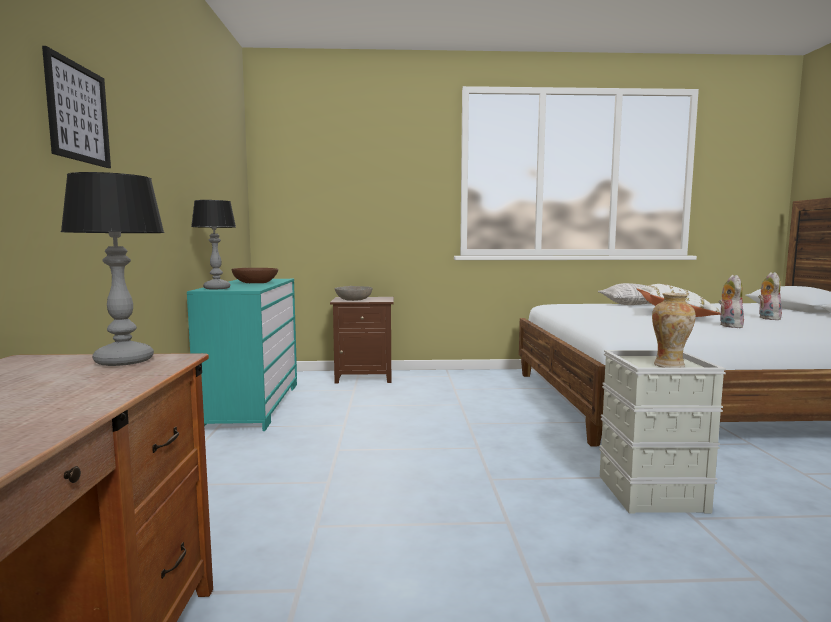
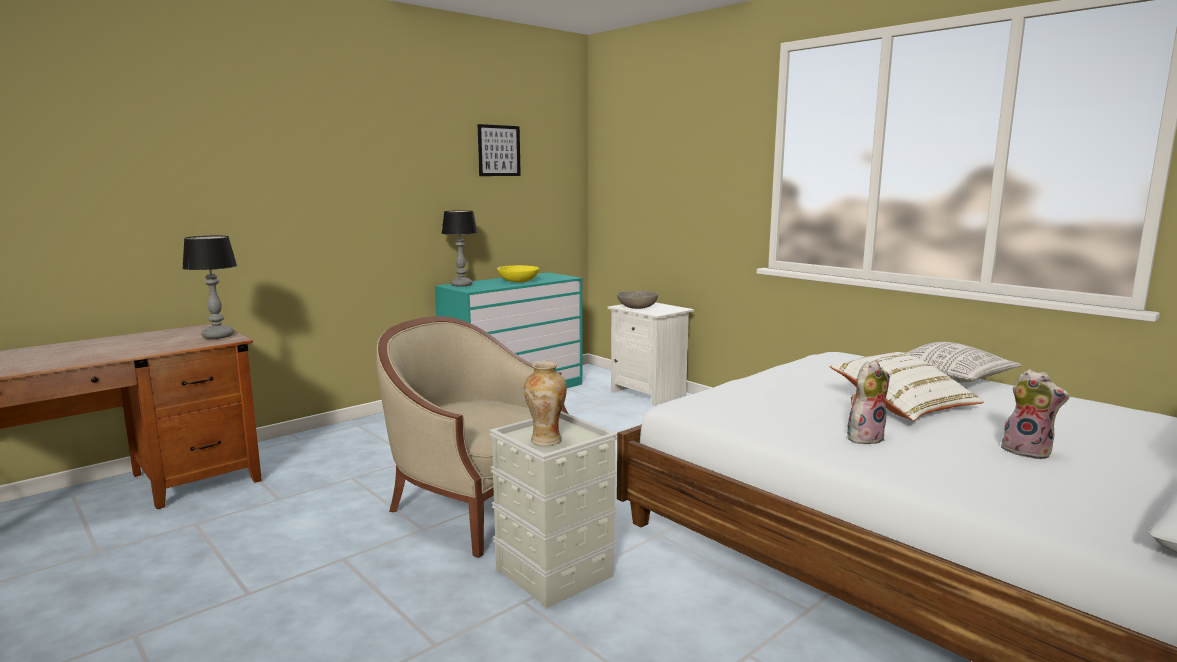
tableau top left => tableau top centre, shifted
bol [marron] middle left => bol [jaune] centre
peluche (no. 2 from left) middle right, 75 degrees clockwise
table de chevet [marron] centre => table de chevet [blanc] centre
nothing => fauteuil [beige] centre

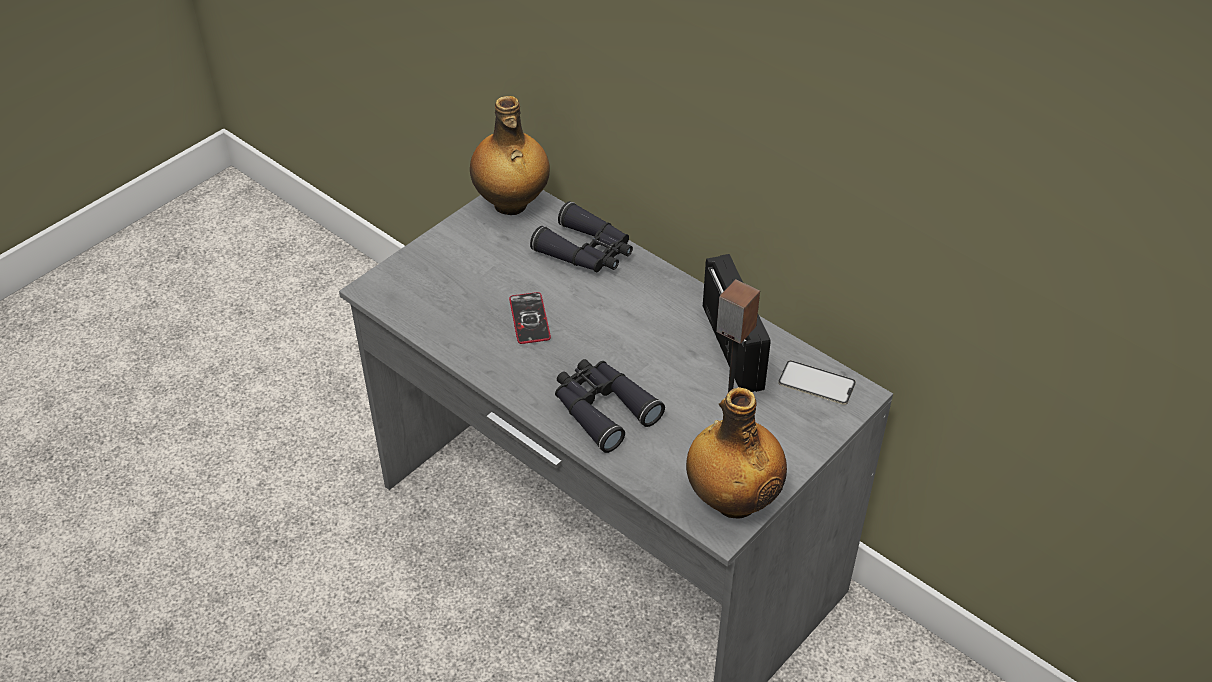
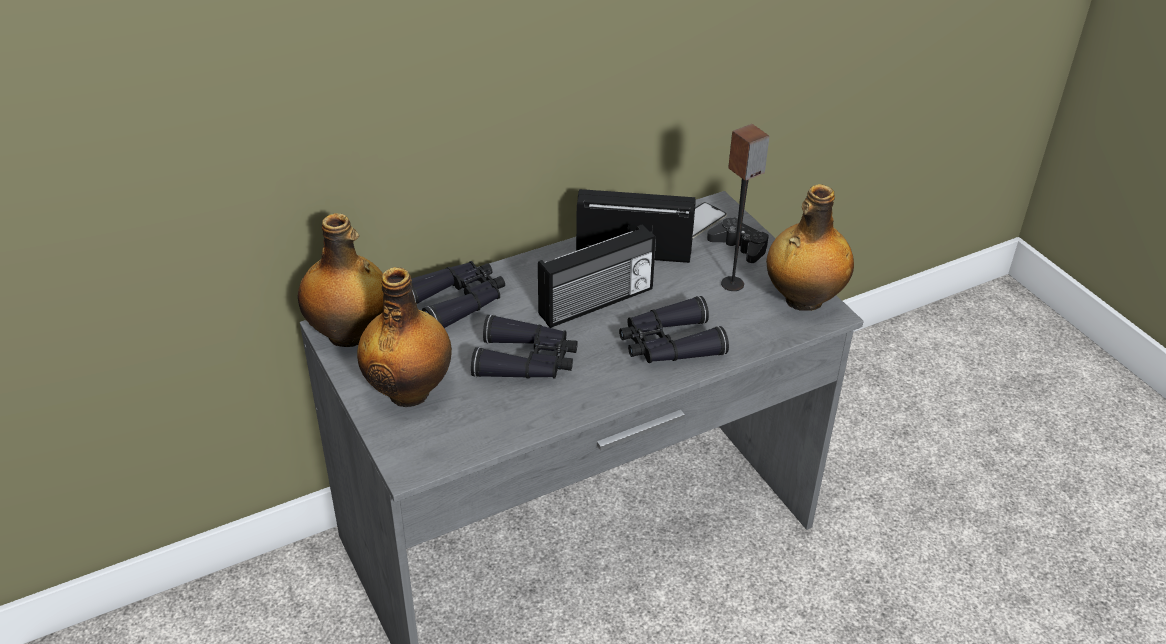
téléphone (no. 1 from left) centre => jumelles [noir] (no. 2 from left) centre
nothing => manette [noir] centre
nothing => radio (no. 1 from left) centre
nothing => bouteille (no. 2 from left) centre

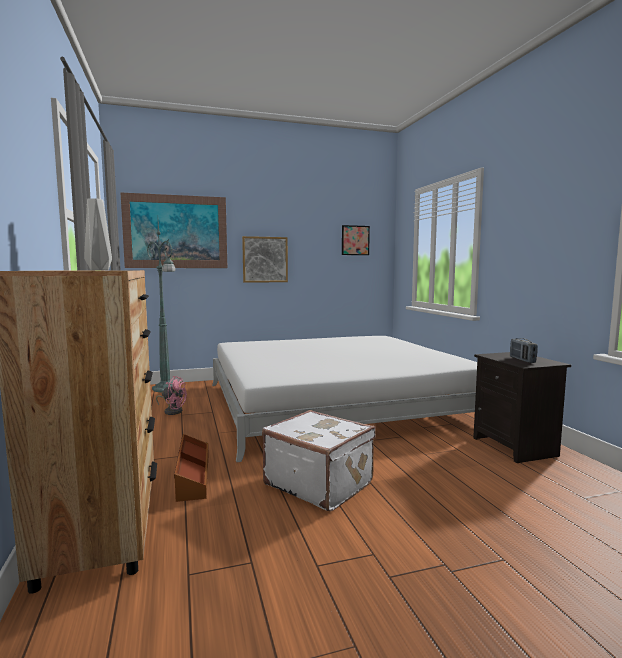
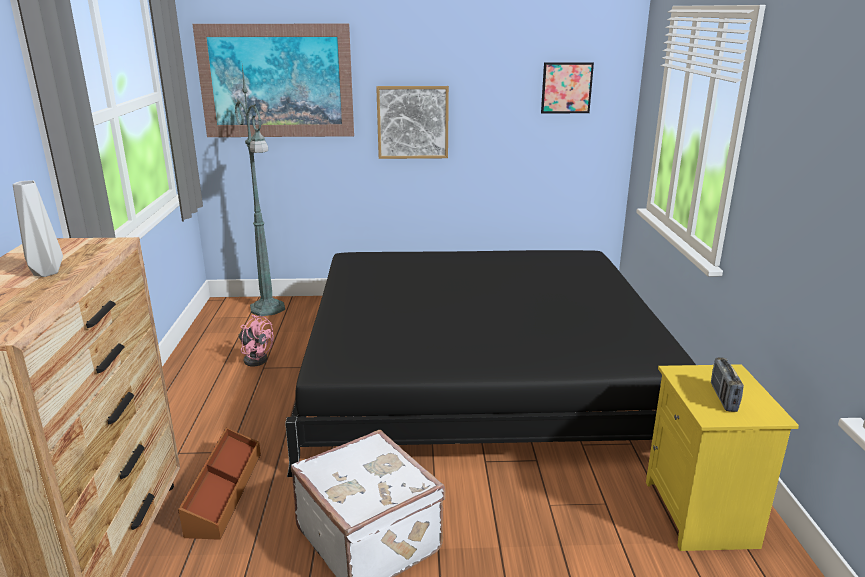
lit [blanc] centre => lit [noir] centre
table de chevet [noir] middle right => table de chevet [jaune] bottom right

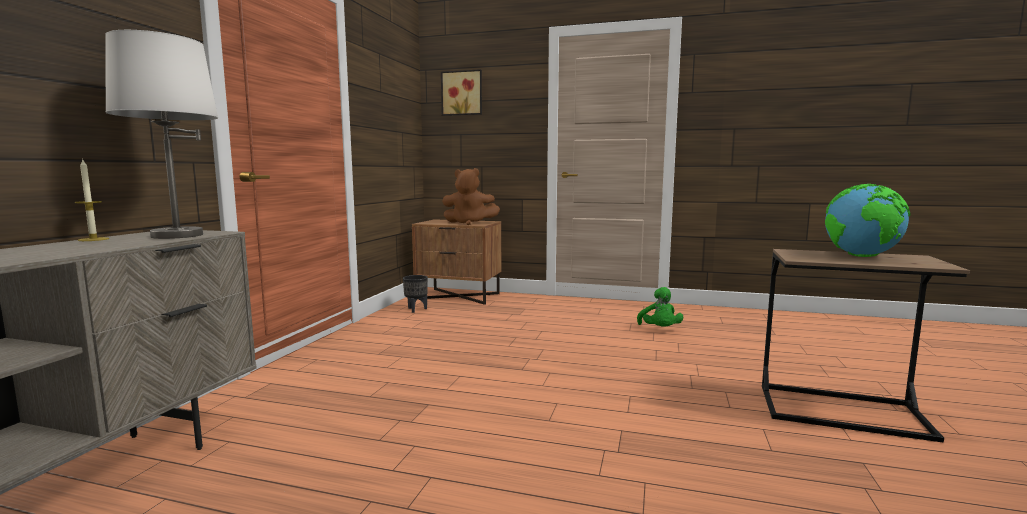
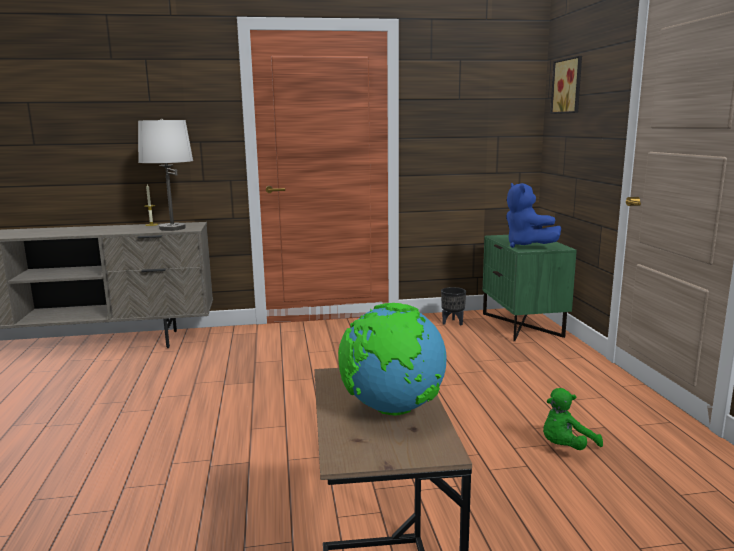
peluche [marron] centre => peluche [bleu] middle right
table de chevet [marron] centre => table de chevet [vert] middle right

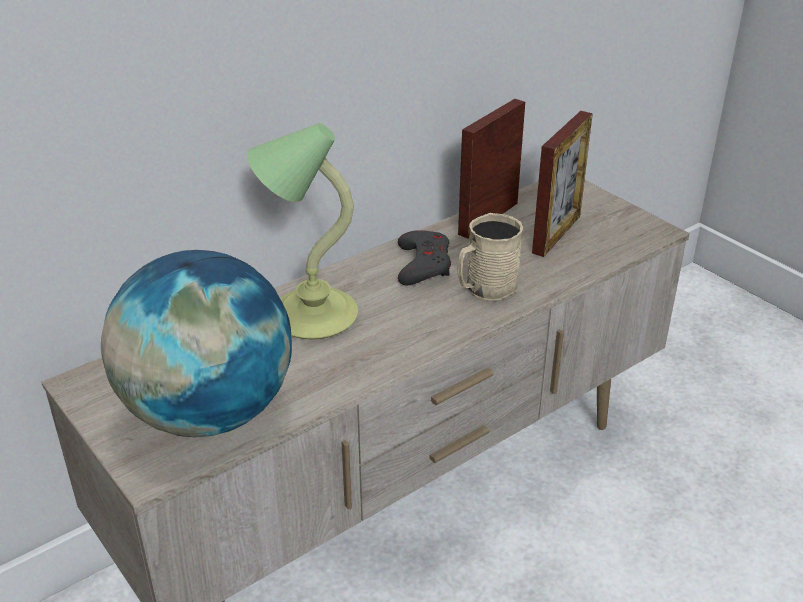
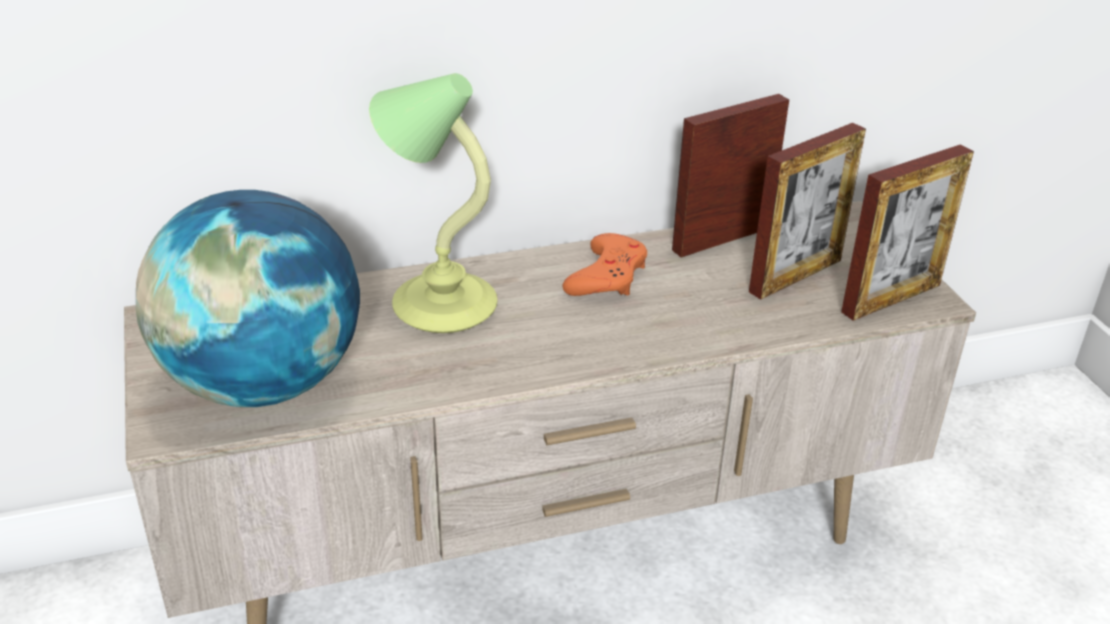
mug [beige] centre => nothing
manette [gris] centre => manette [orange] centre
nothing => cadre photo (no. 3 from left) middle right

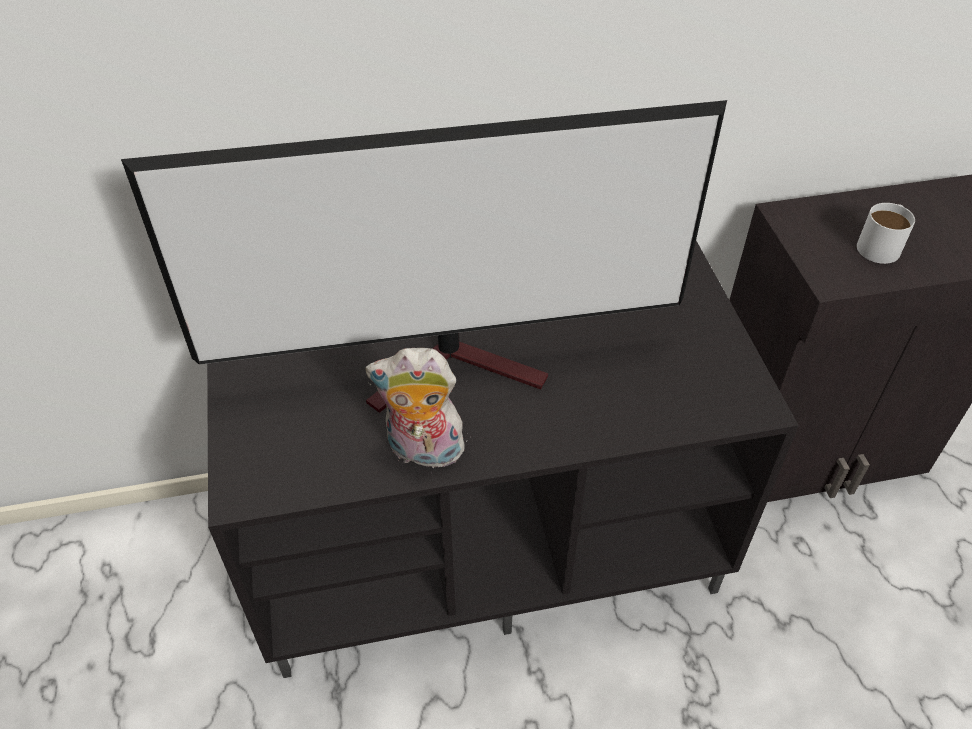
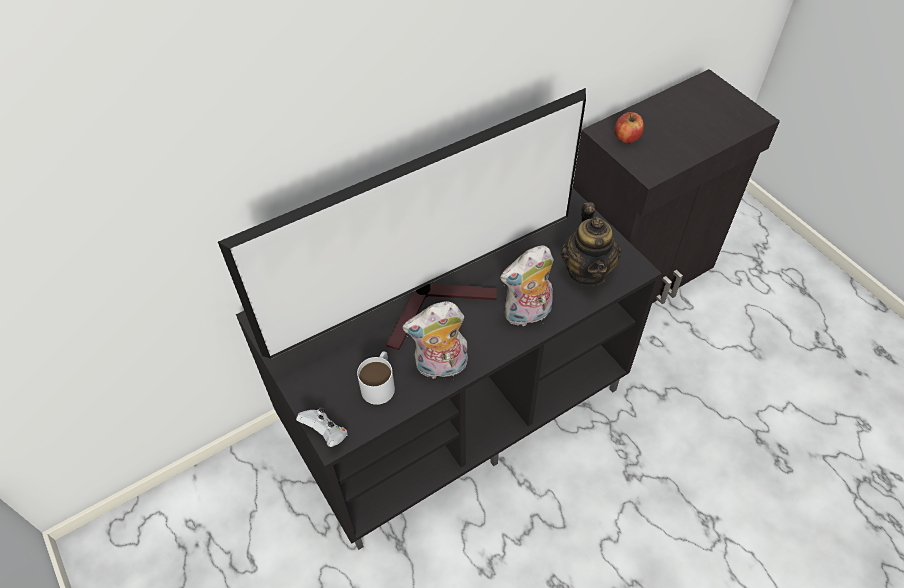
mug [blanc] top right => mug [blanc] centre, shifted
nothing => pomme top right
nothing => théière centre
nothing => peluche (no. 2 from left) centre
nothing => manette [blanc] bottom centre

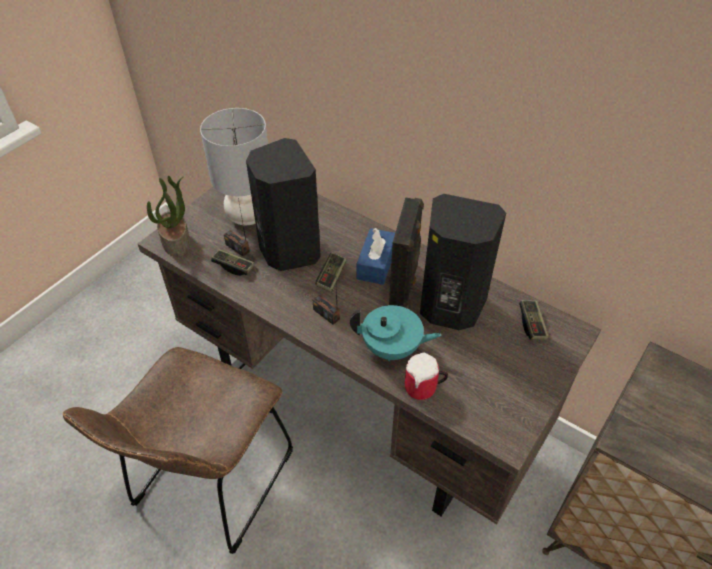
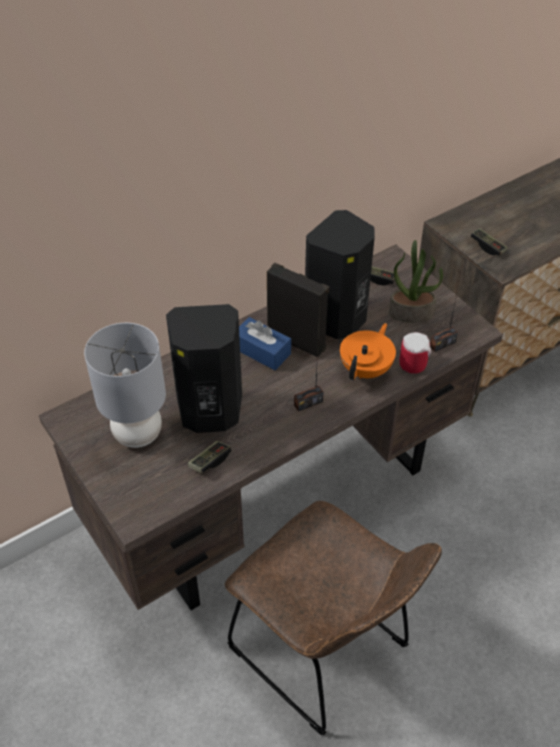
plante en pot middle left => plante en pot middle right, shifted
radio (no. 1 from left in the first image) middle left => radio (no. 2 from left) middle right, shifted
manette (no. 2 from left in the first image) centre => manette (no. 3 from left) top right, shifted
théière [turquoise] centre => théière [orange] centre

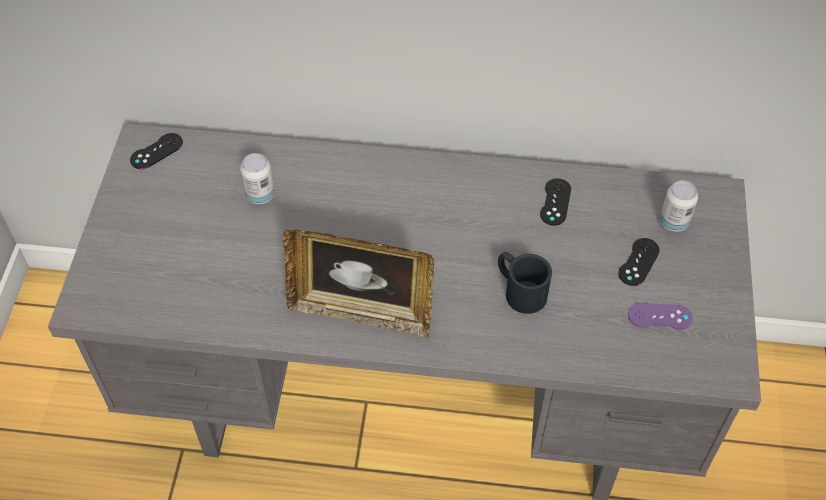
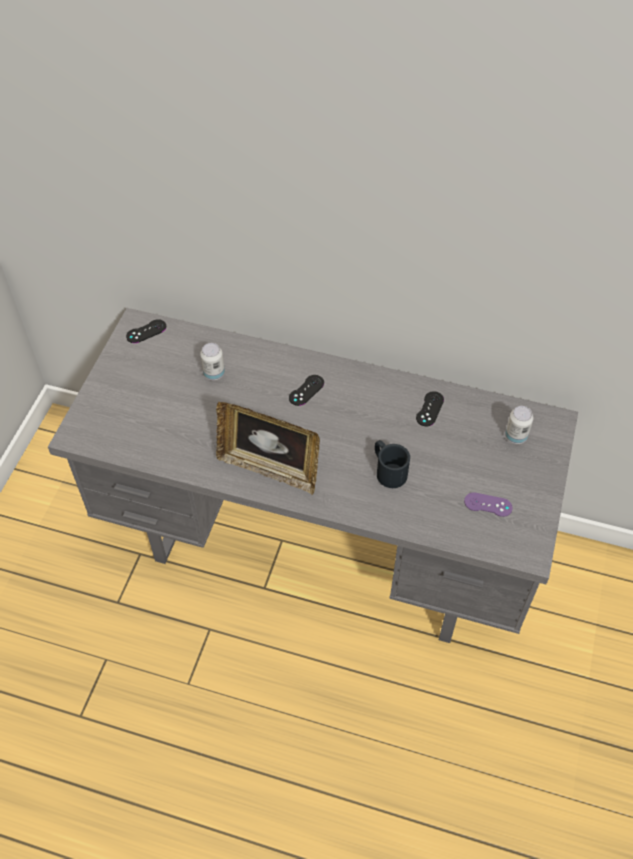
manette [noir] (no. 3 from left in the first image) middle right => manette [noir] (no. 2 from left) centre, shifted

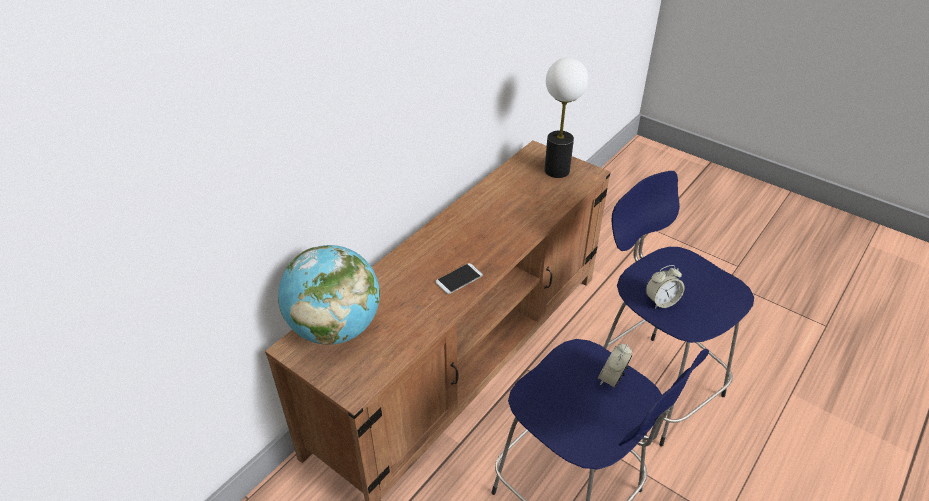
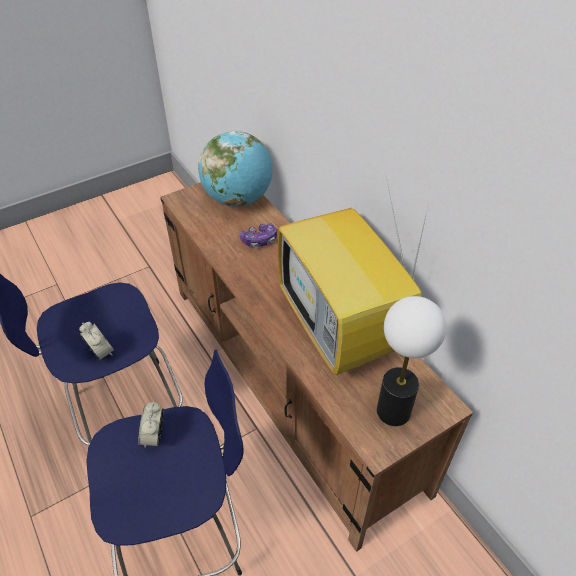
téléphone centre => nothing
nothing => téléviseur centre
nothing => manette centre

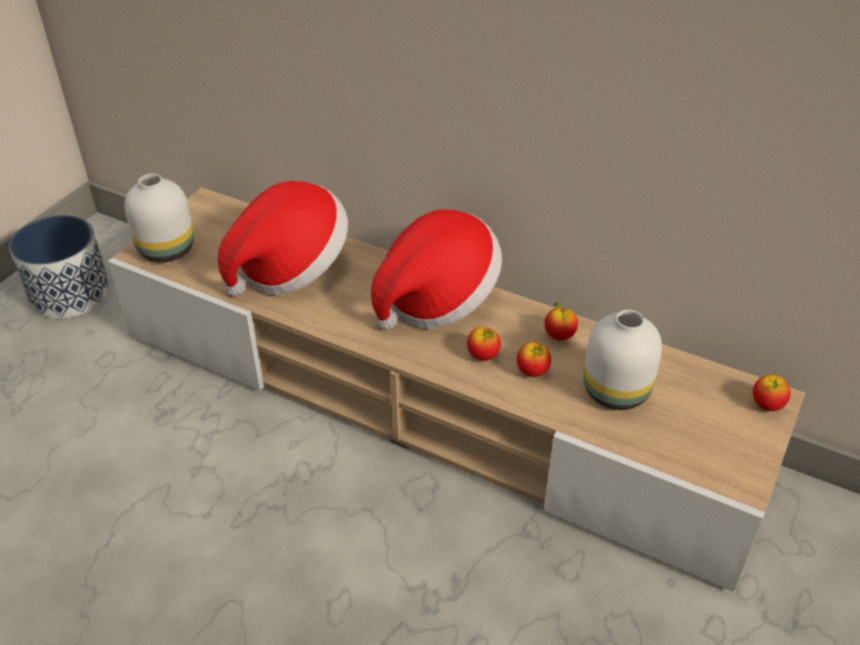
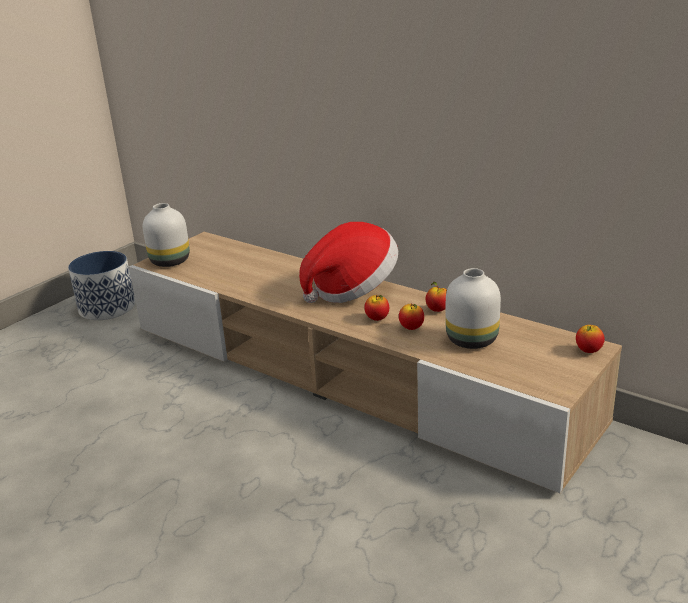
chapeau (no. 1 from left) middle left => nothing

